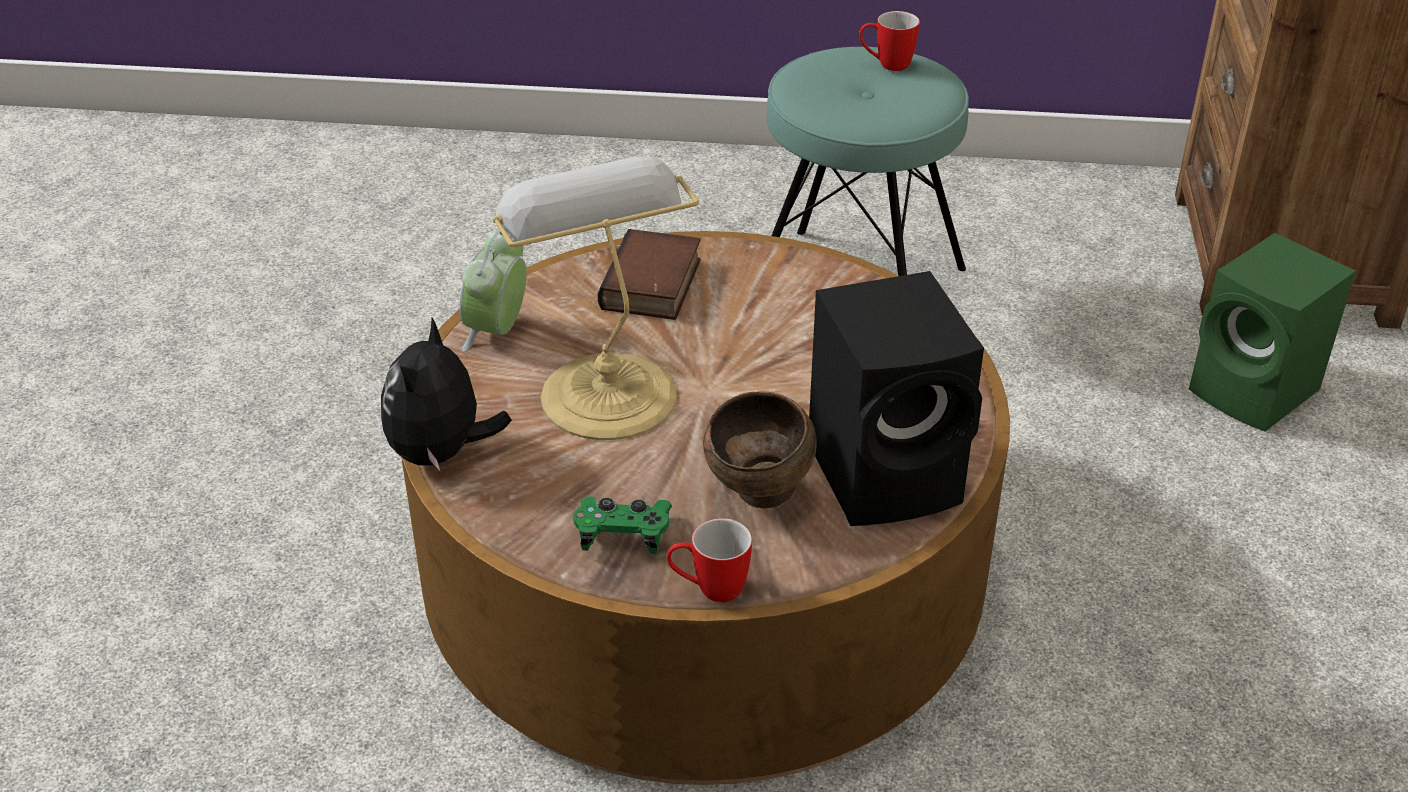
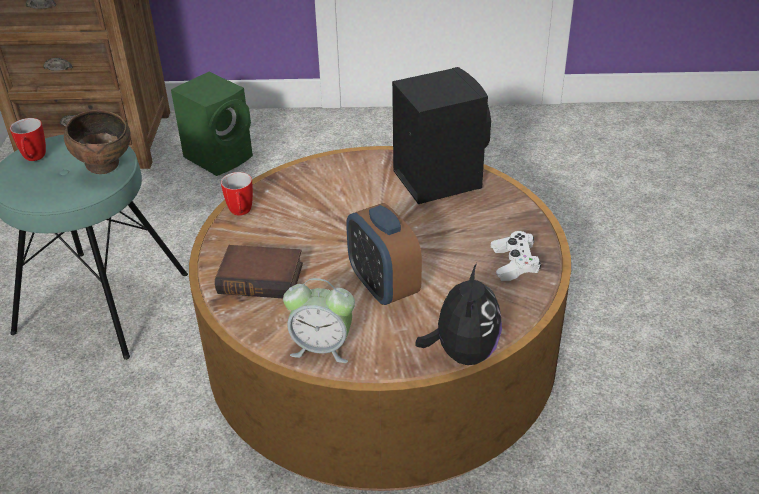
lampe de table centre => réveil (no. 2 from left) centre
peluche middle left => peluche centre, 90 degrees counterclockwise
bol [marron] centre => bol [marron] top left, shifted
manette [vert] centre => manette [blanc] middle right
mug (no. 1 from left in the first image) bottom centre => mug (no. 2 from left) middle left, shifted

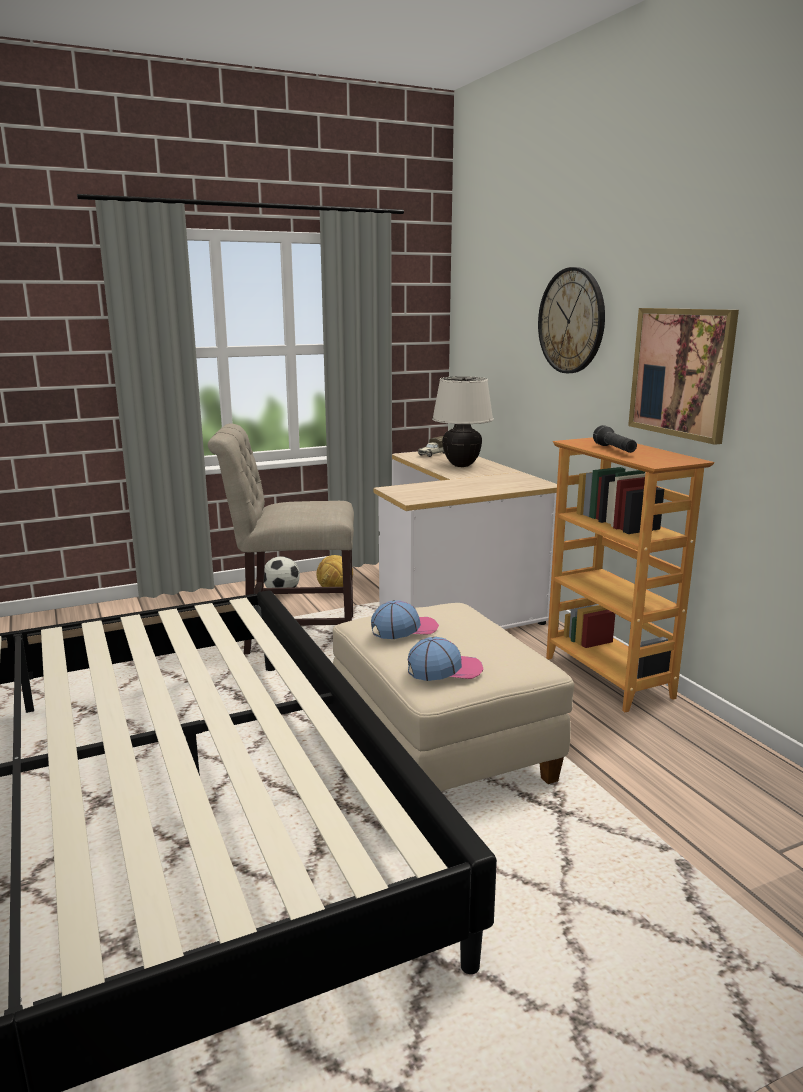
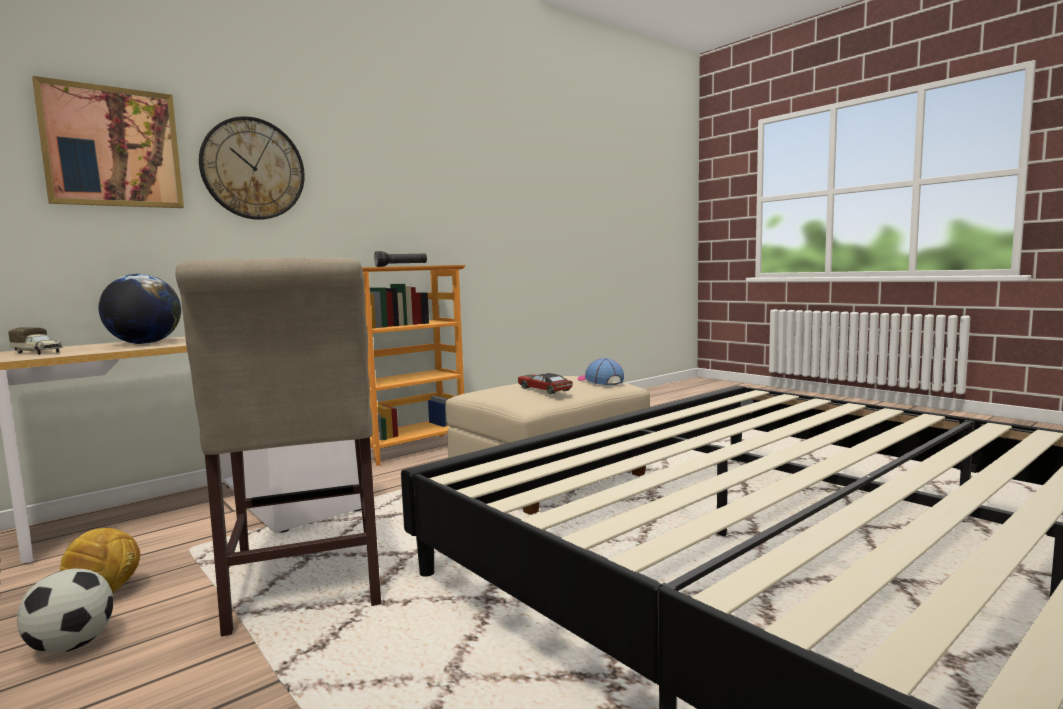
tableau middle right => tableau top left, shifted
lampe de table [beige] centre => globe middle left
casquette (no. 1 from left) centre => petite voiture centre

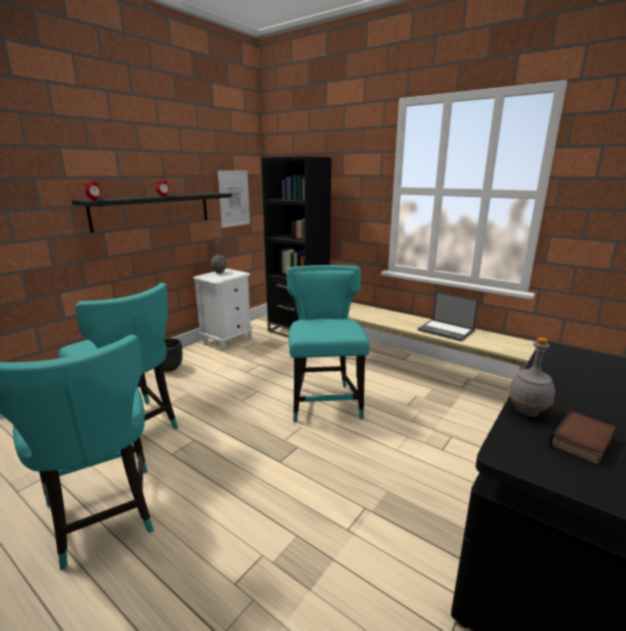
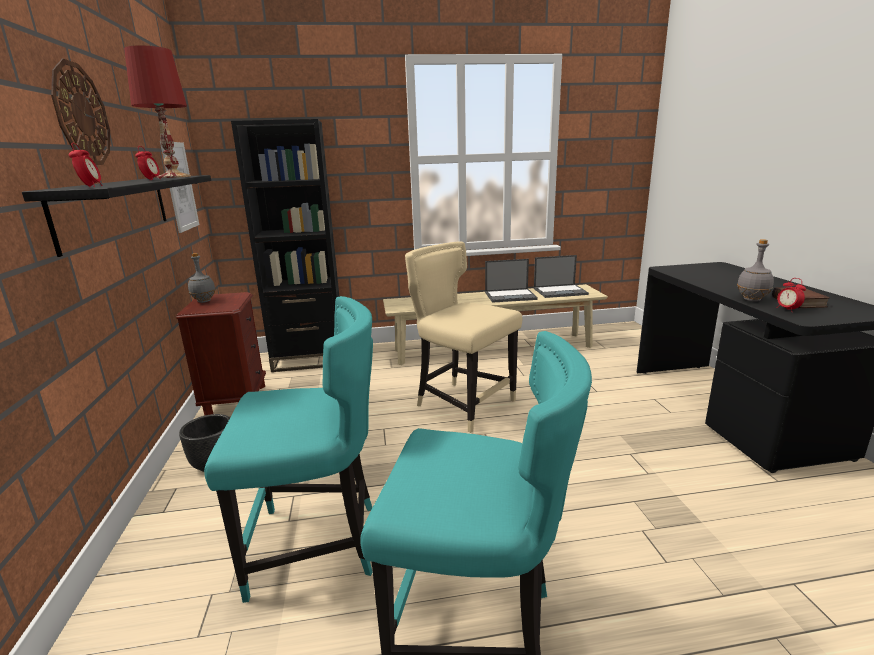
chaise [turquoise] (no. 3 from left) centre => chaise [beige] centre
table de chevet [blanc] centre => table de chevet [marron] middle left
nothing => lampe de table [rouge] top left
nothing => horloge murale top left
nothing => ordinateur portable (no. 2 from left) centre
nothing => réveil (no. 3 from left) middle right

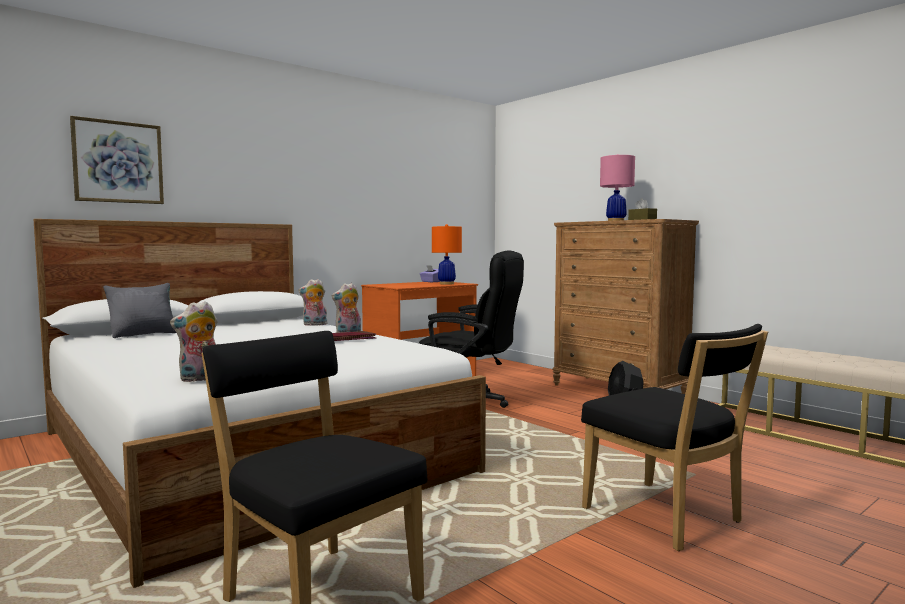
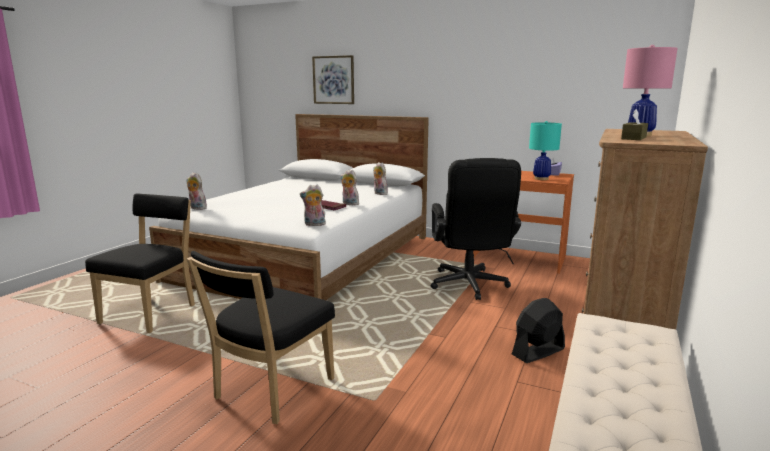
lampe de table [orange] centre => lampe de table [turquoise] top right
coussin [gris] middle left => nothing
nothing => peluche (no. 2 from left) centre

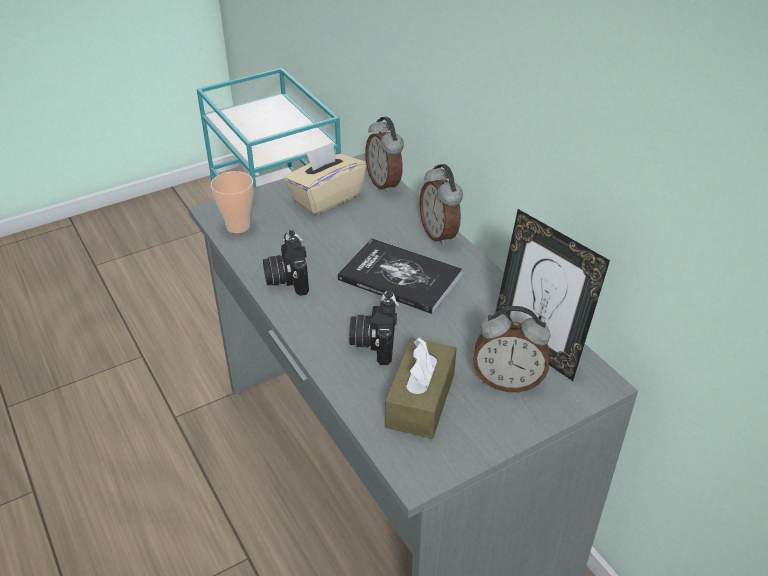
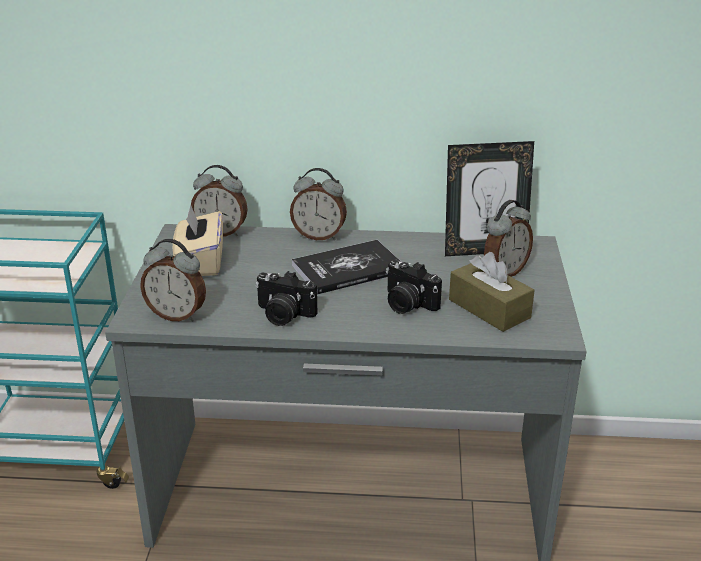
tasse middle left => réveil (no. 1 from left) middle left

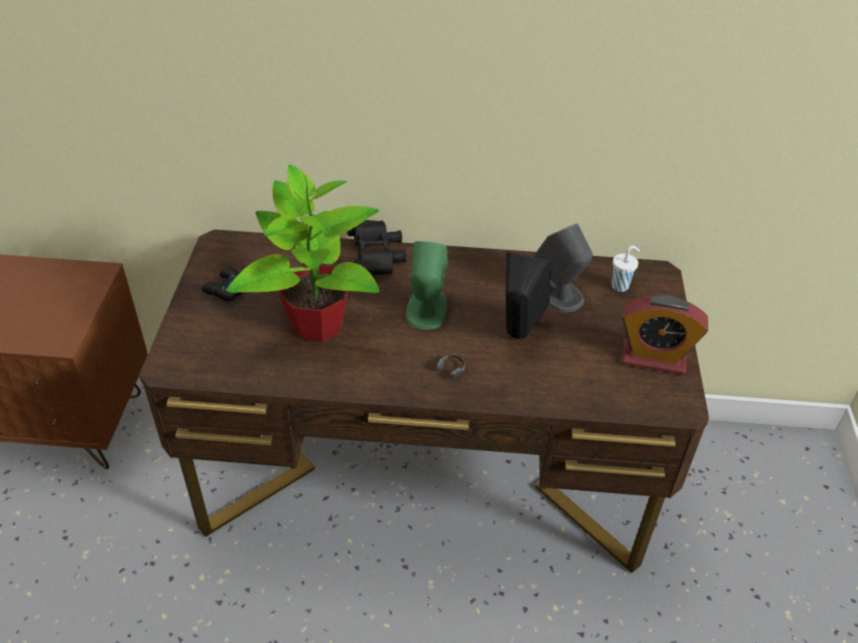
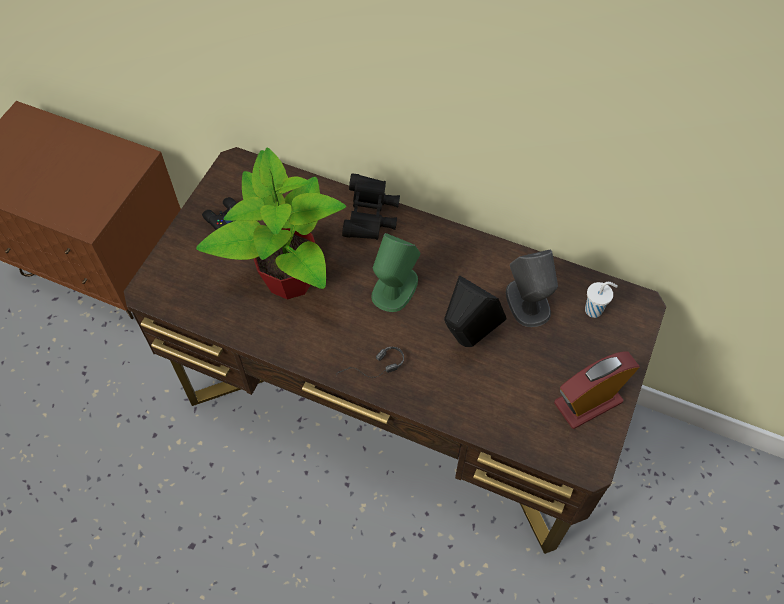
réveil middle right, 120 degrees clockwise

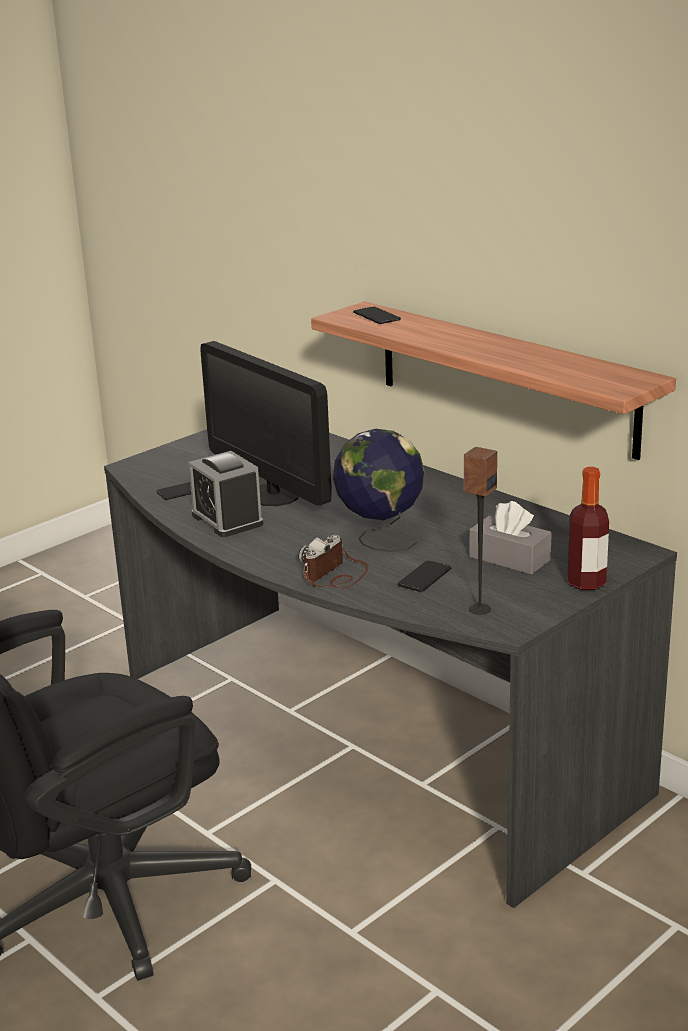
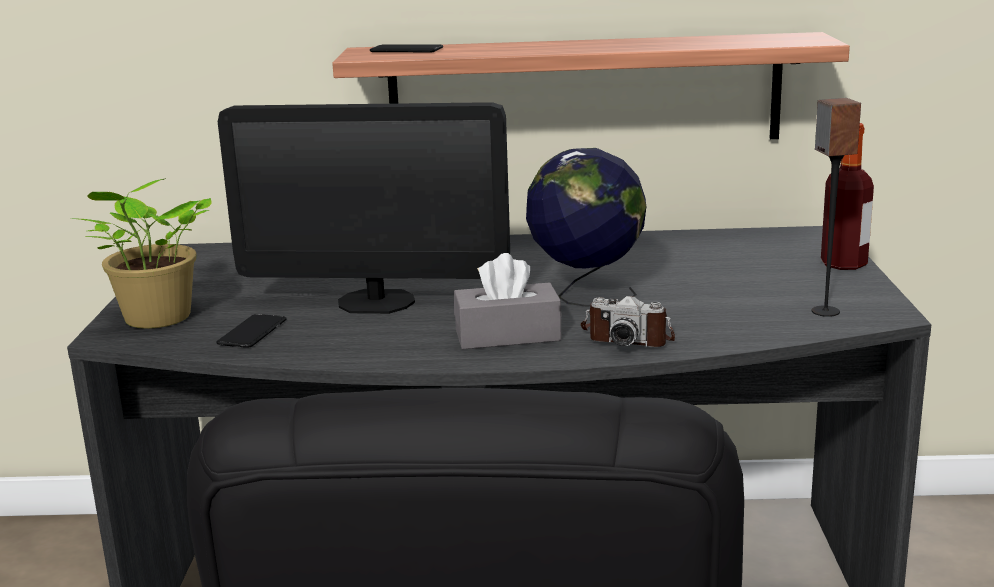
réveil middle left => nothing
boîte à mouchoirs [gris] middle right => boîte à mouchoirs [gris] centre, shifted
appareil photo centre, 60 degrees counterclockwise
téléphone (no. 3 from left) centre => nothing
nothing => plante en pot middle left

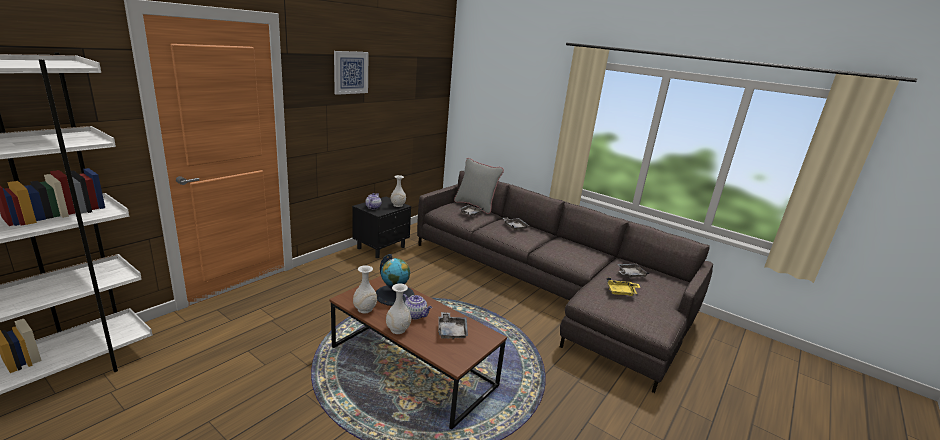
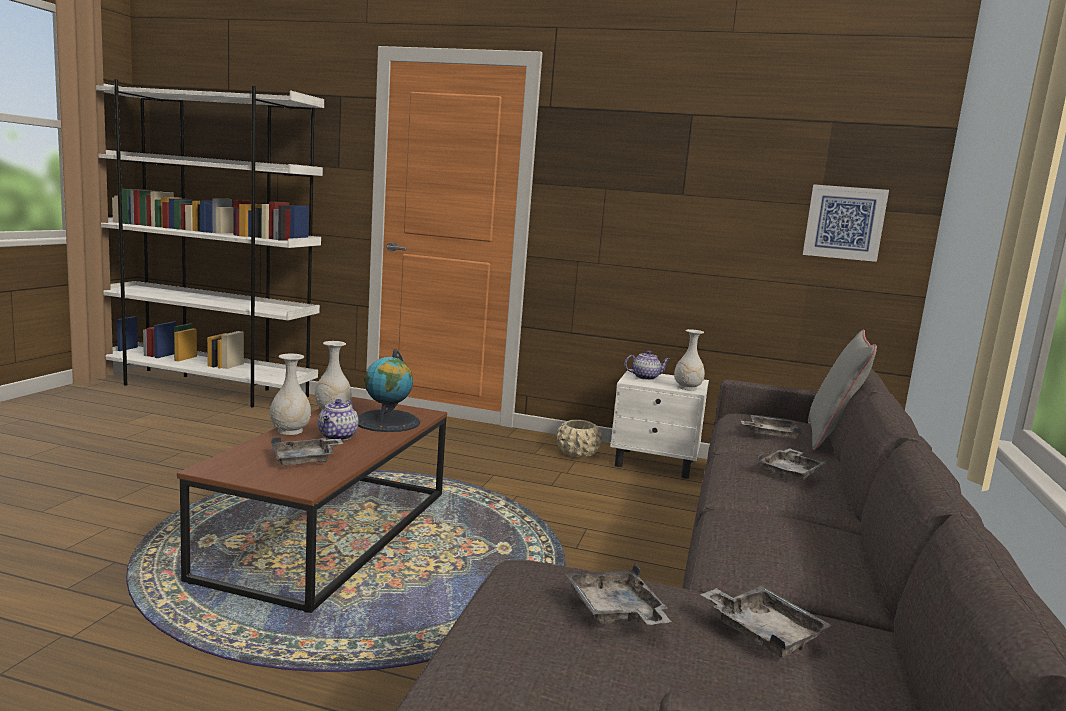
tableau top centre => tableau top right, shifted
table de chevet [noir] centre => table de chevet [blanc] centre
plateau [jaune] centre => plateau [gris] (no. 2 from left) bottom centre
nothing => cache-pot [beige] centre

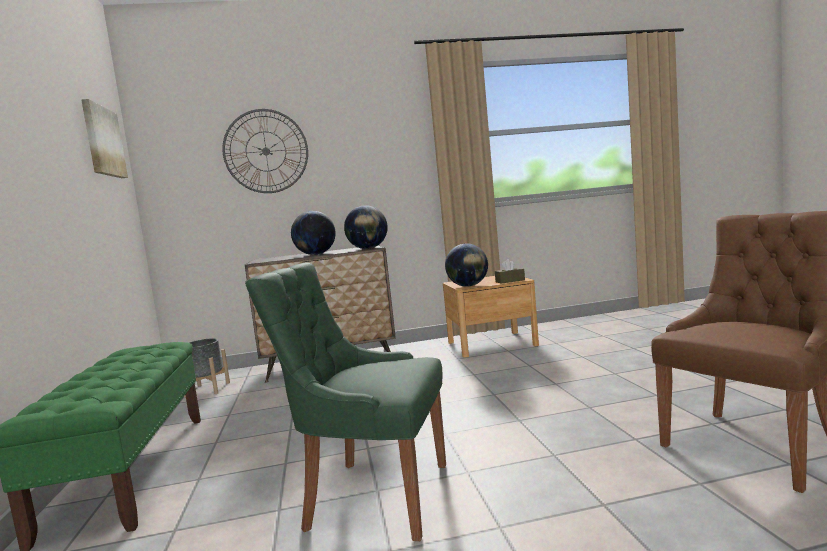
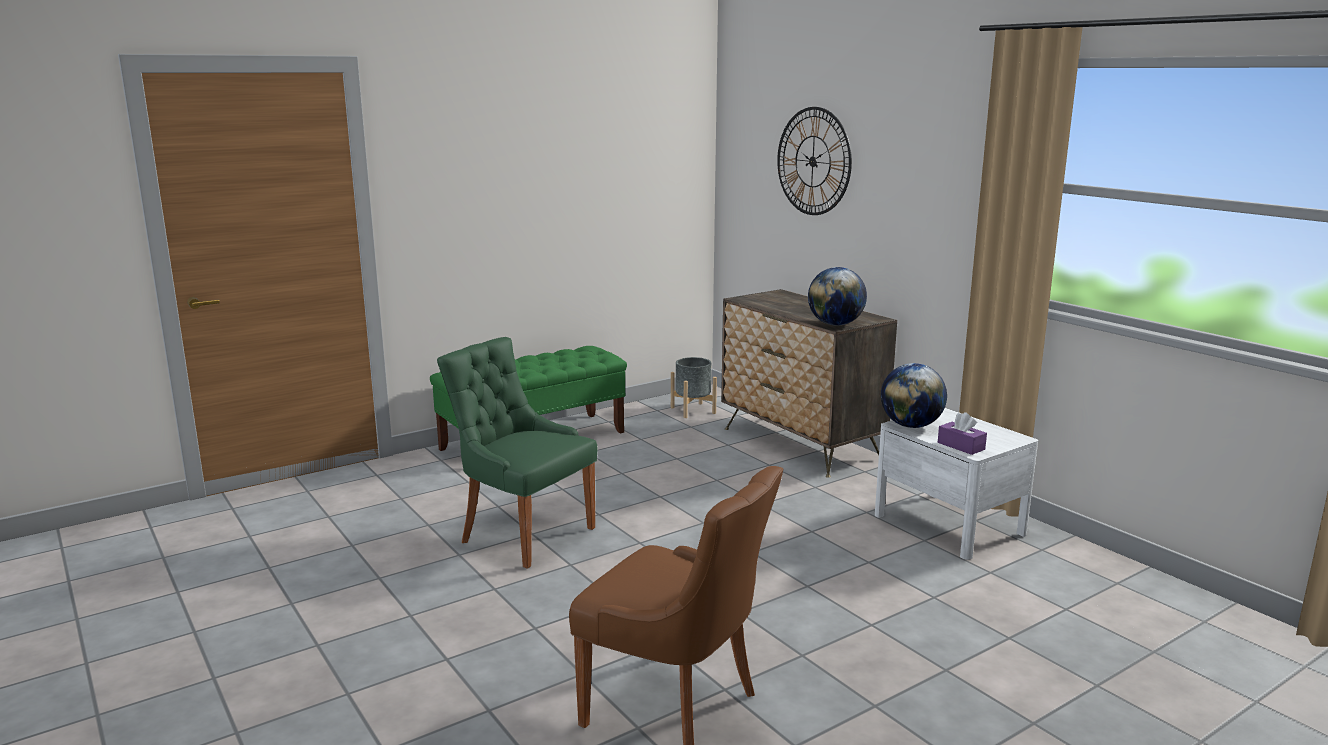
tableau top left => nothing
globe (no. 1 from left) centre => nothing
boîte à mouchoirs [marron] centre => boîte à mouchoirs [violet] middle right
chaise [vert] bottom centre => chaise [vert] centre, 45 degrees counterclockwise
table de chevet [marron] centre => table de chevet [blanc] middle right

